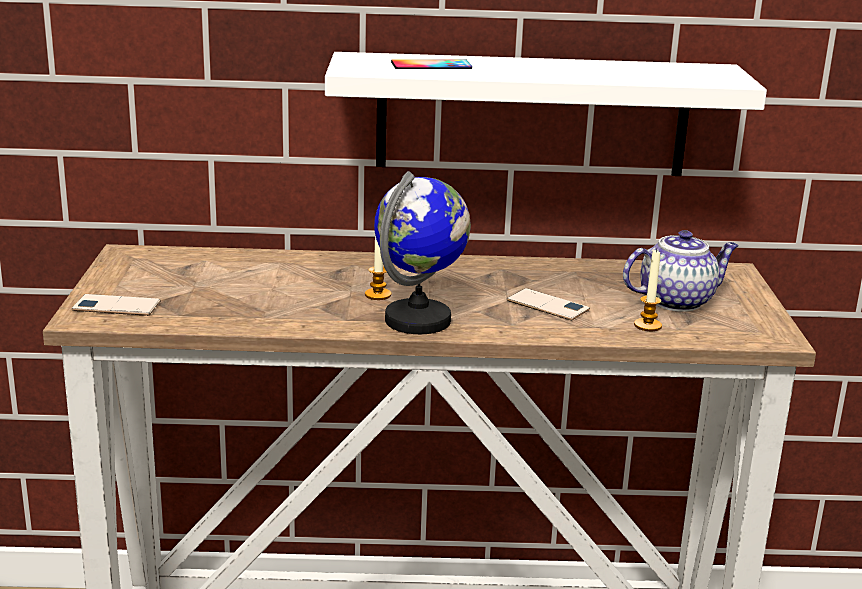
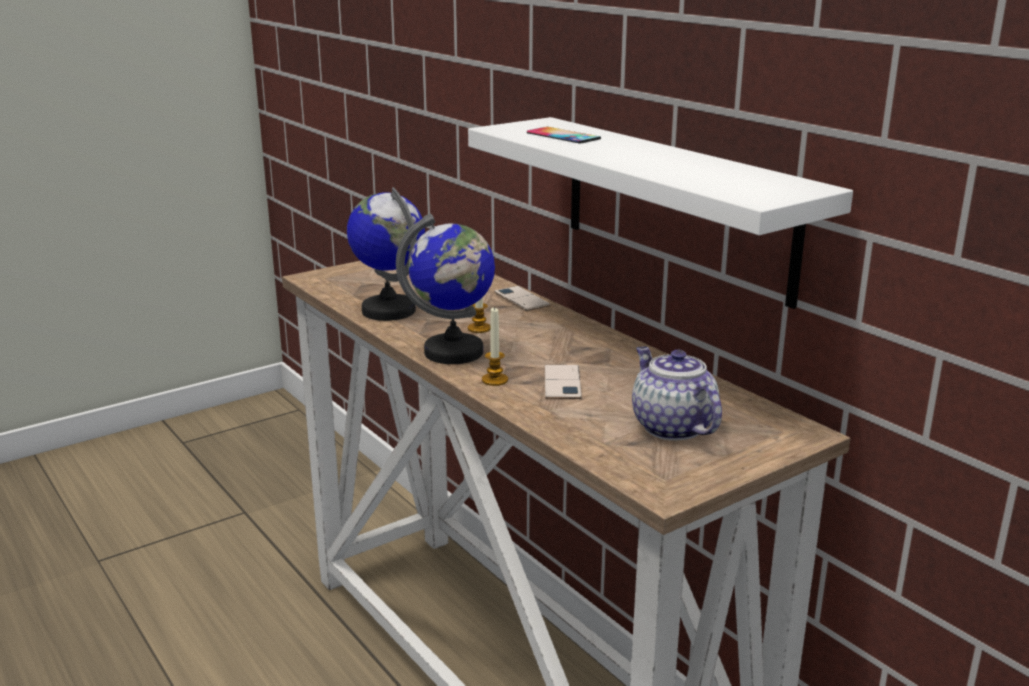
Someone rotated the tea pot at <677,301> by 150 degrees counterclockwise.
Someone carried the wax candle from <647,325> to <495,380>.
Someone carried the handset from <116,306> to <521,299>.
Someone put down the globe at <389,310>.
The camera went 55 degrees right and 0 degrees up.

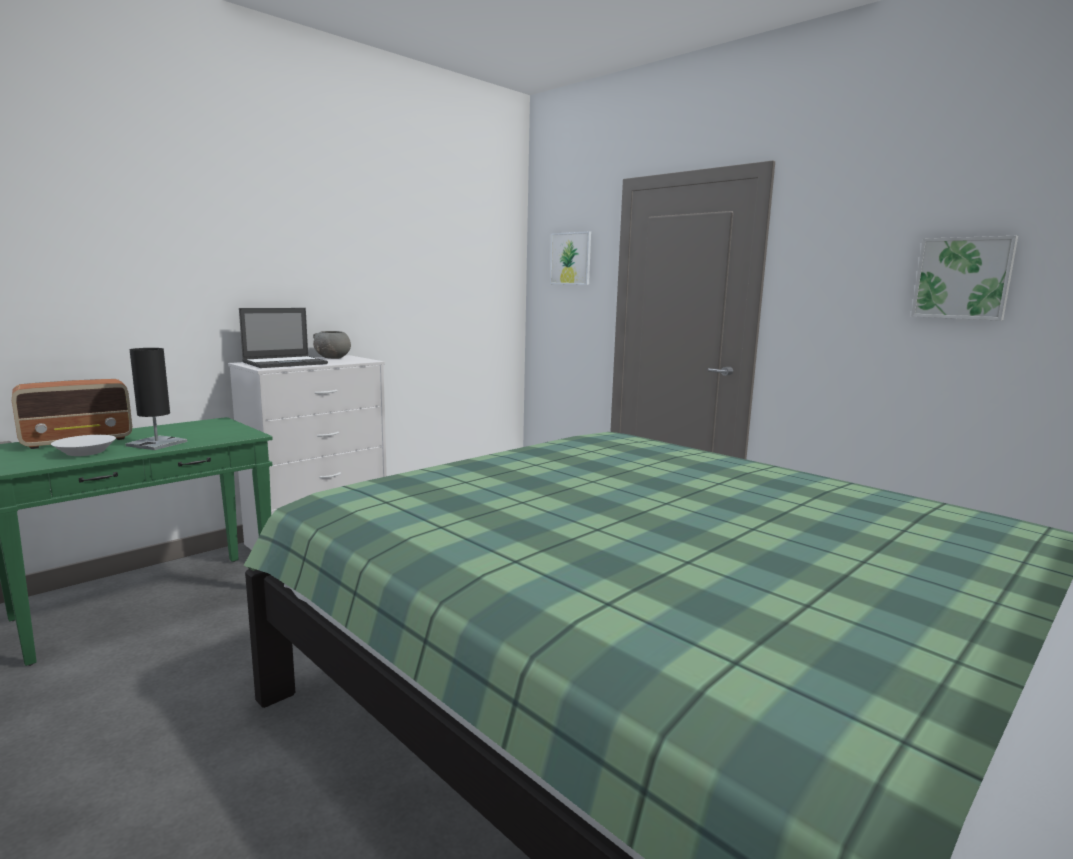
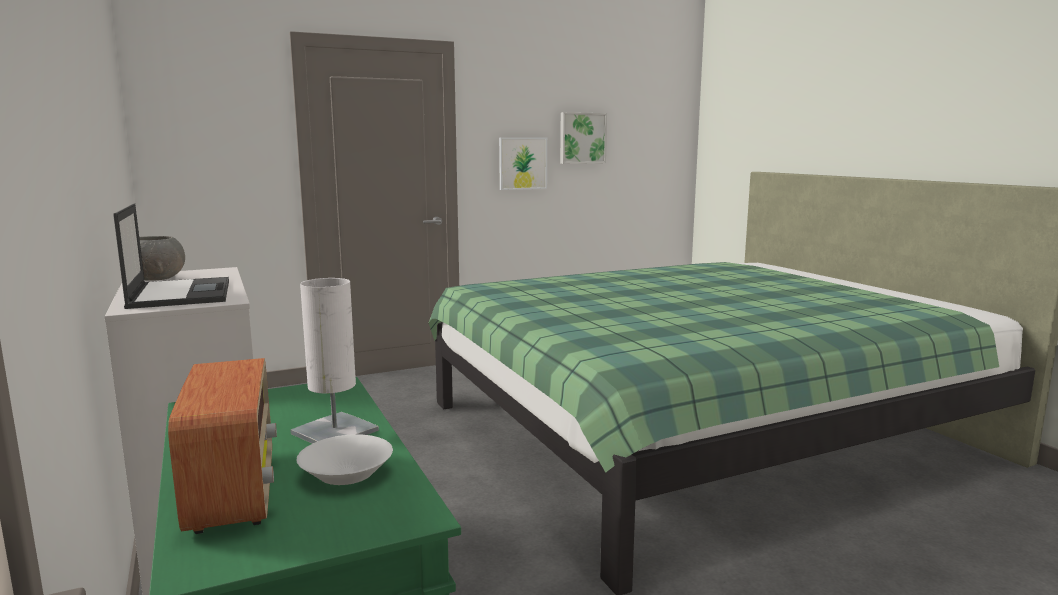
Someone carried the wall picture from <571,258> to <523,163>.
Someone repainted the table lamp (black-coloured) at <157,444>, which became the table lamp (white-coloured) at <335,432>.
The camera went 70 degrees left and 0 degrees up.

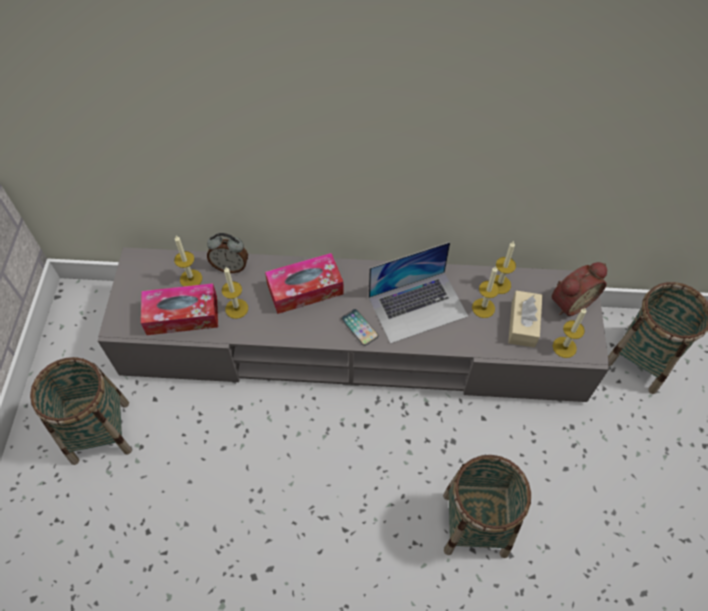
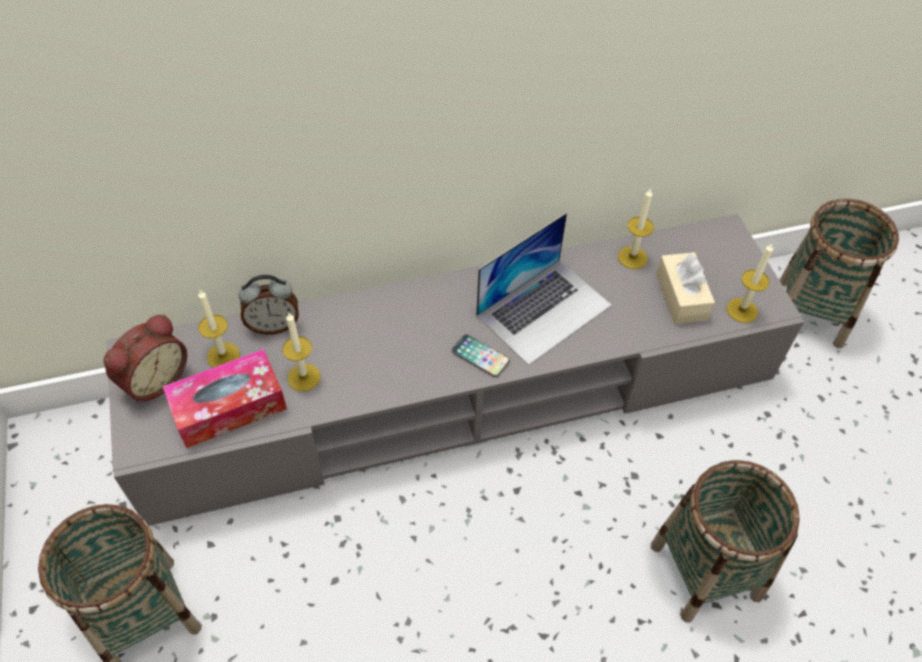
Someone took away the box of tissues at <305,289>.
Someone carried the table clock from <570,301> to <153,379>.
Someone took away the wax candle at <483,308>.
The camera went 20 degrees left and 5 degrees down.

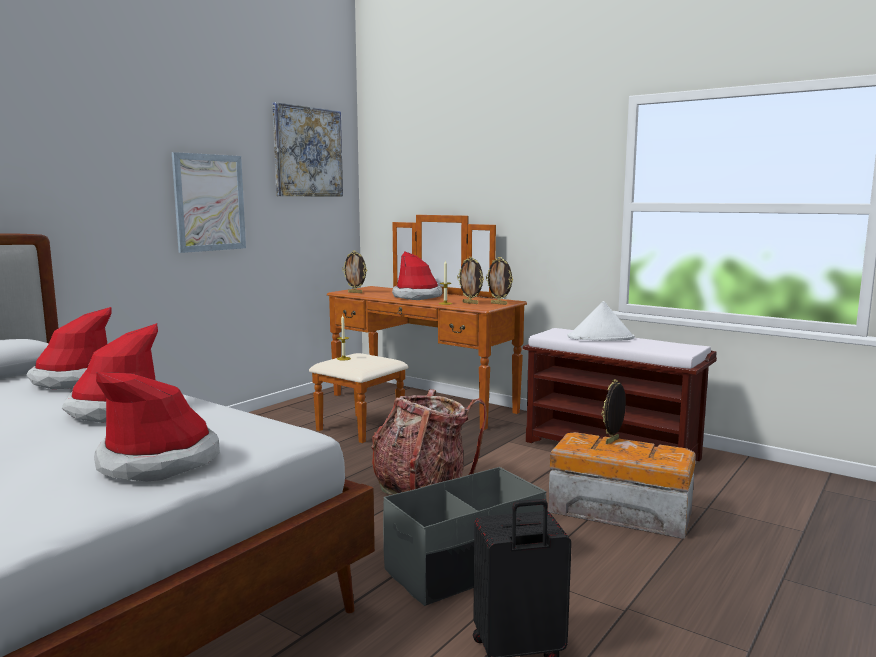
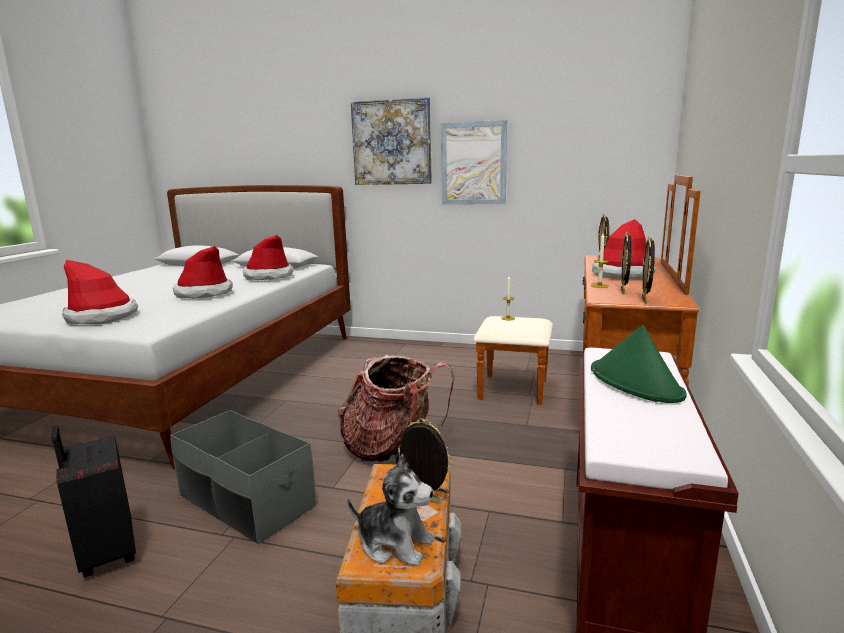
Someone carried the wall picture from <308,152> to <392,142>.
Someone repainted the clothing hat (white-coloured) at <601,338>, which became the clothing hat (green-coloured) at <635,382>.
Someone put down the soft toy at <394,543>.
The camera went 70 degrees right and 5 degrees up.

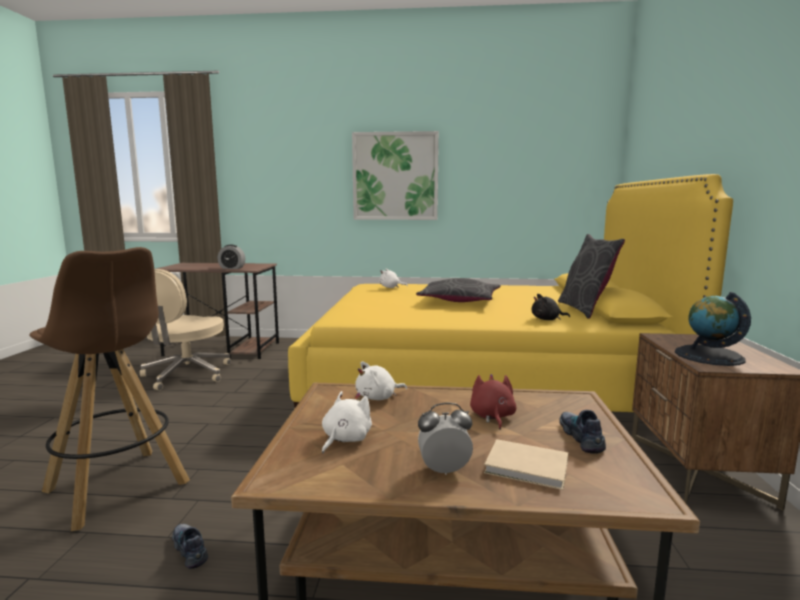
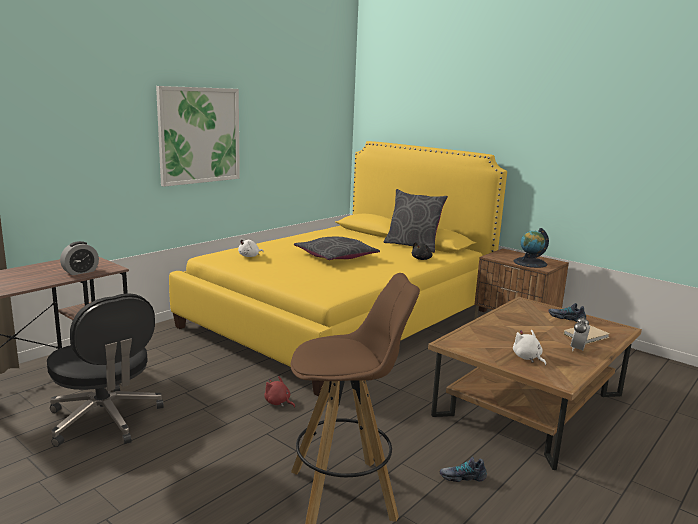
Someone repainted the computer chair (beige) at <186,375>, which became the computer chair (black-coloured) at <106,419>.
Someone took away the soft toy (white-coloured) at <378,397>.
Someone carried the soft toy (red) from <492,417> to <278,402>.
The camera went 55 degrees left and 5 degrees up.

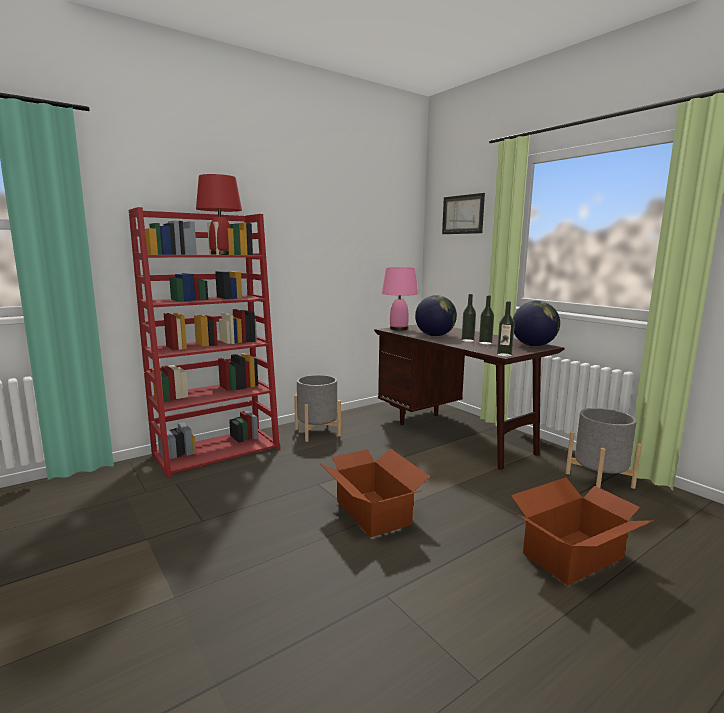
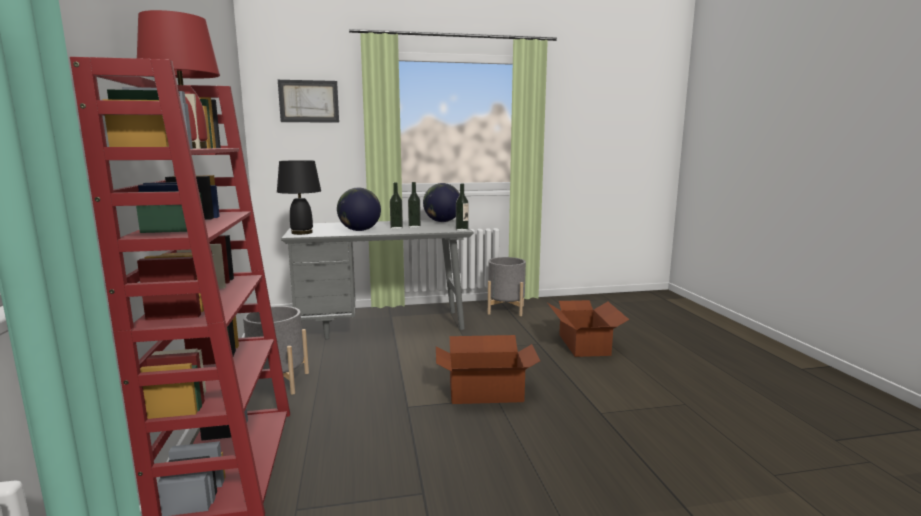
Someone repainted the table lamp (pink) at <398,329>, which became the table lamp (black-coloured) at <302,233>.
Someone repainted the desk (brownish) at <455,434>, which became the desk (grey) at <382,325>.
The camera went 65 degrees left and 0 degrees up.

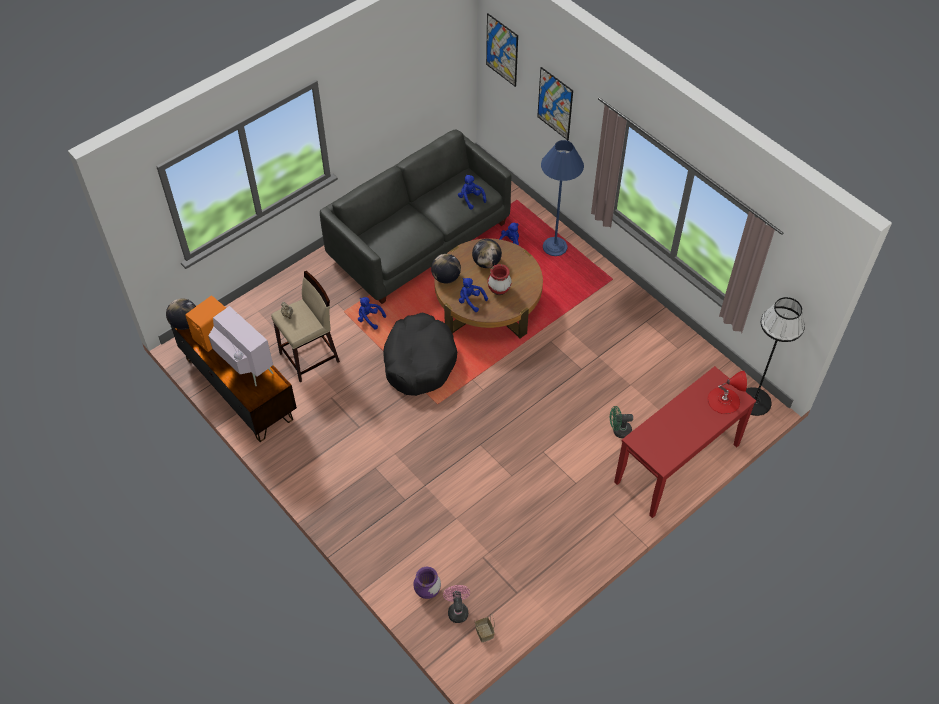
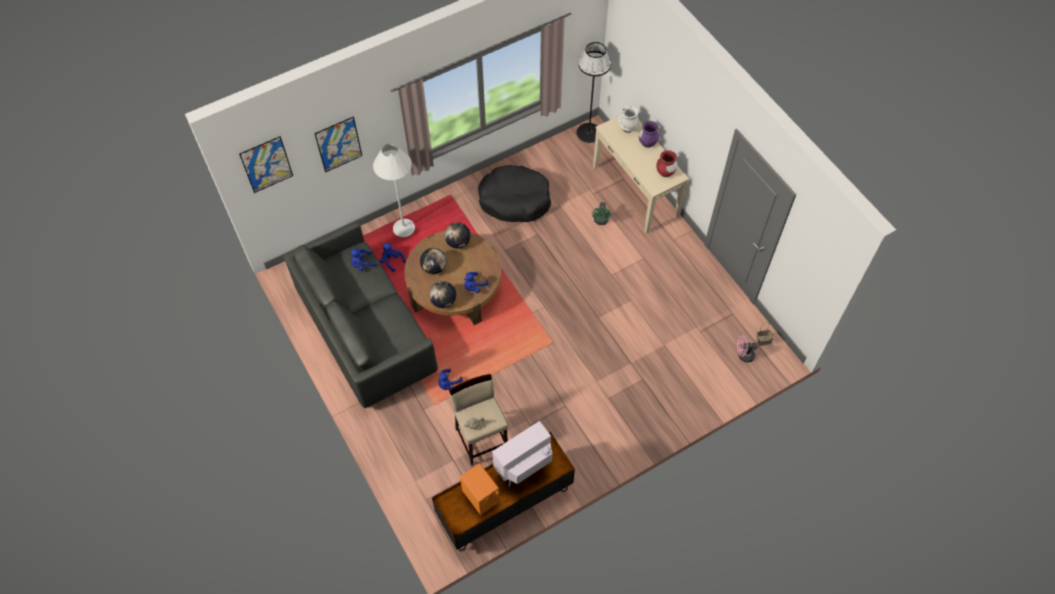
Someone repainted the standard lamp (bluish) at <555,247>, which became the standard lamp (white-coloured) at <404,228>.
Someone carried the vase (red) from <499,290> to <665,172>.
Someone carried the globe from <185,323> to <458,242>.
Someone carried the dog cushion (black-coloured) from <419,361> to <514,200>.
Someone repainted the hall table (red) at <677,464>, which became the hall table (beige) at <635,191>.
Someone swapped the table lamp (red) at <723,400> for the vase (white-coloured) at <627,128>.
Someone carried the vase (purplish) from <427,591> to <647,143>.
The camera went 80 degrees left and 5 degrees up.

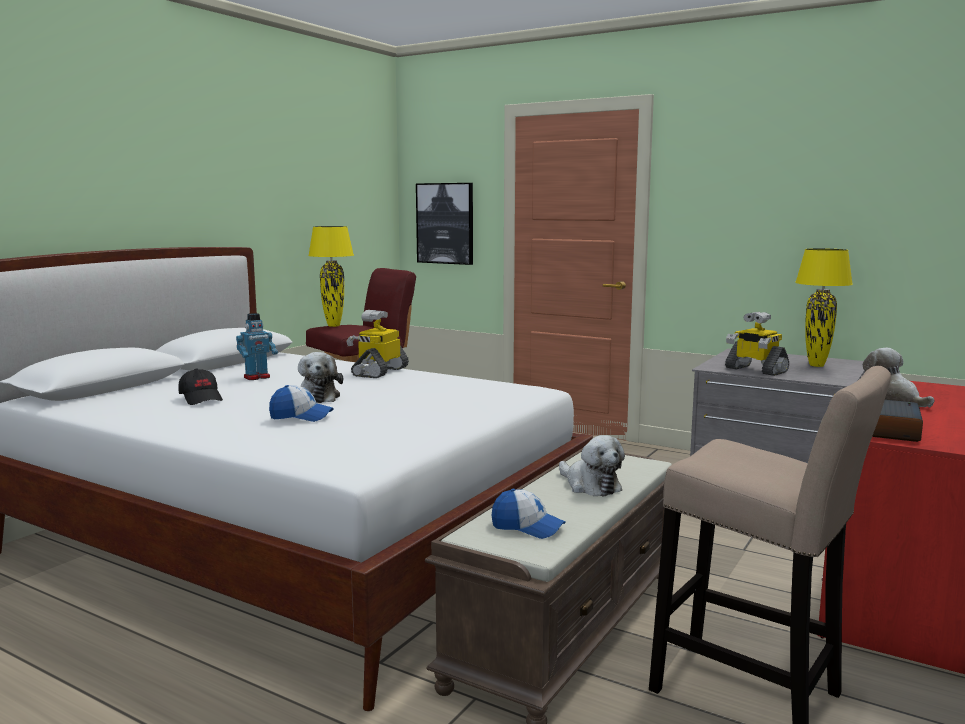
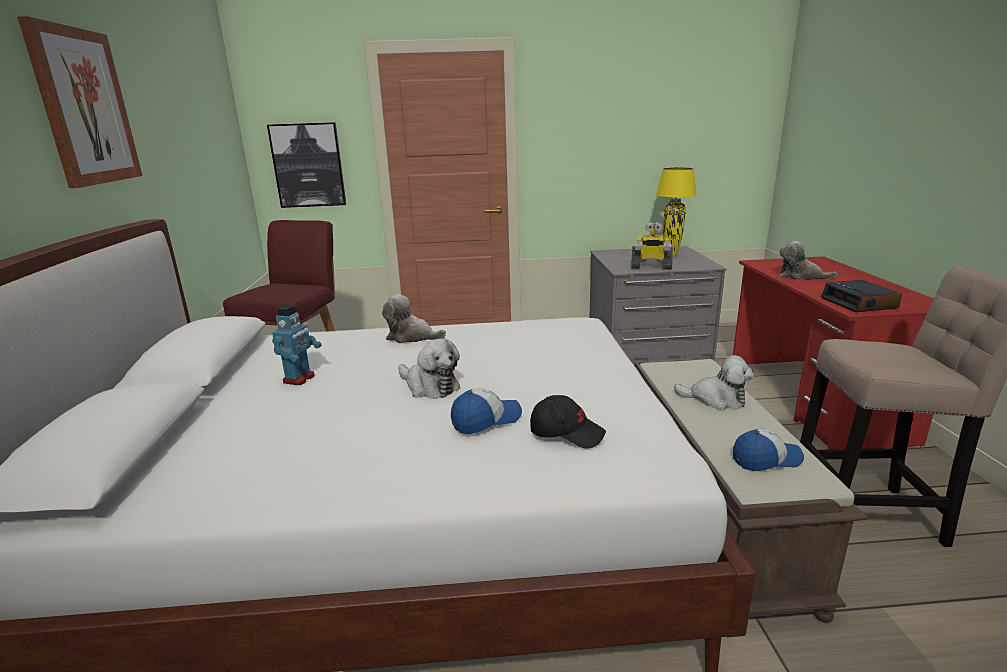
Someone took away the table lamp (yellow) at <334,326>.
Someone swapped the robot figure at <379,372> for the soft toy at <411,337>.
Someone carried the baseball cap (black-coloured) from <201,398> to <567,433>.
Someone put up the wall picture at <84,107>.
The camera went 35 degrees left and 10 degrees up.

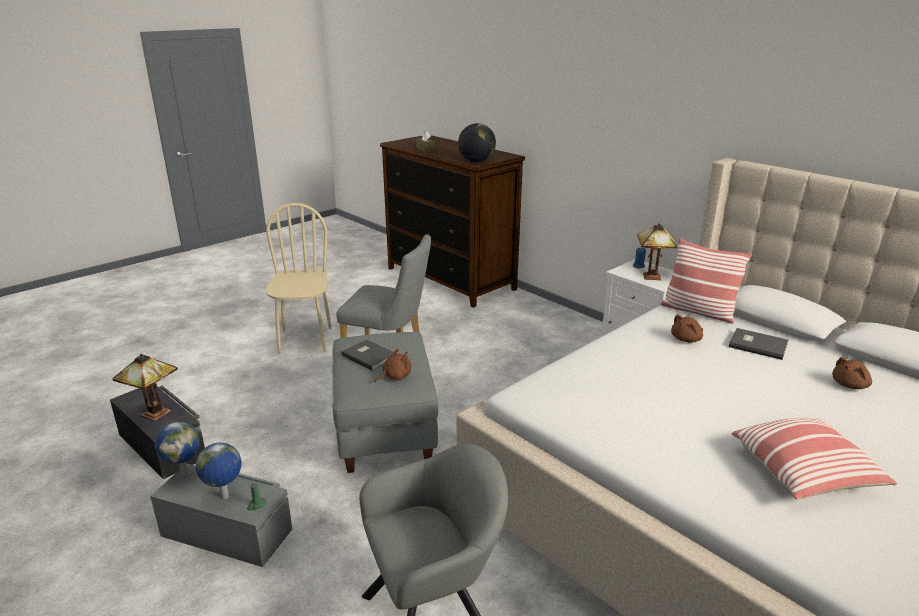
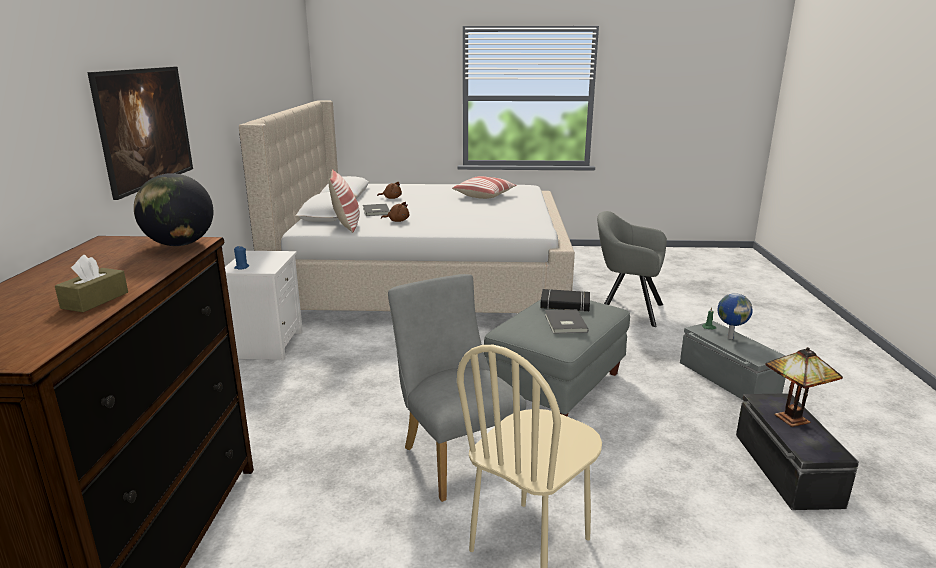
Someone took away the table lamp at <653,277>.
Someone swapped the soft toy (brownish) at <395,377> for the bound book (black-coloured) at <565,304>.
Someone took away the globe at <185,473>.
Someone put up the wall picture at <150,155>.
The camera went 135 degrees left and 5 degrees down.

